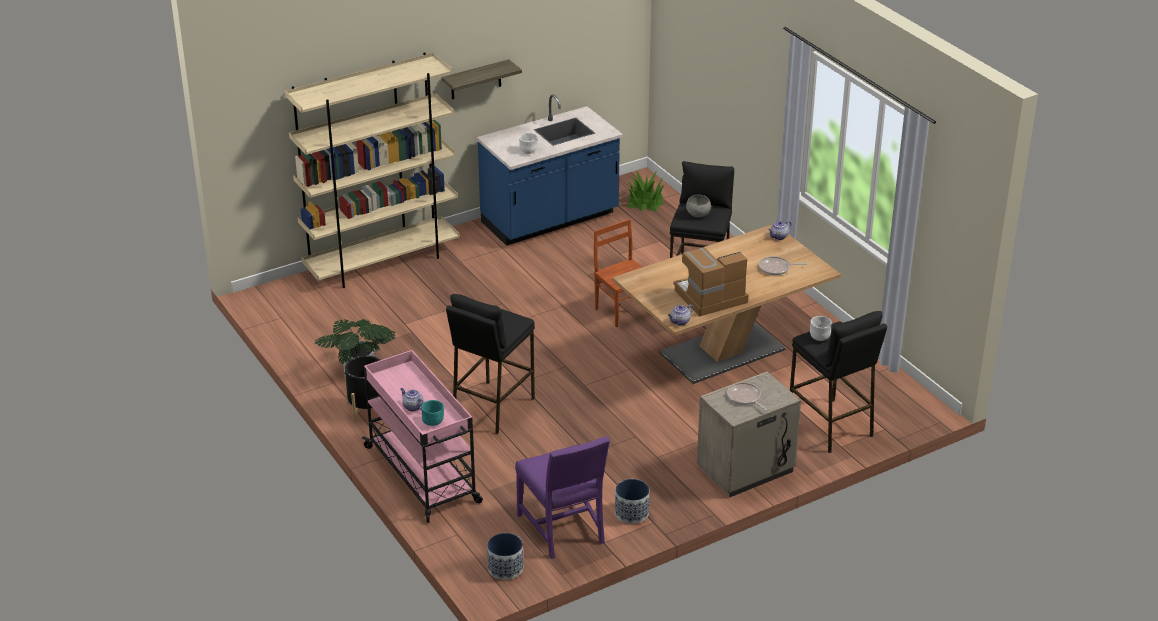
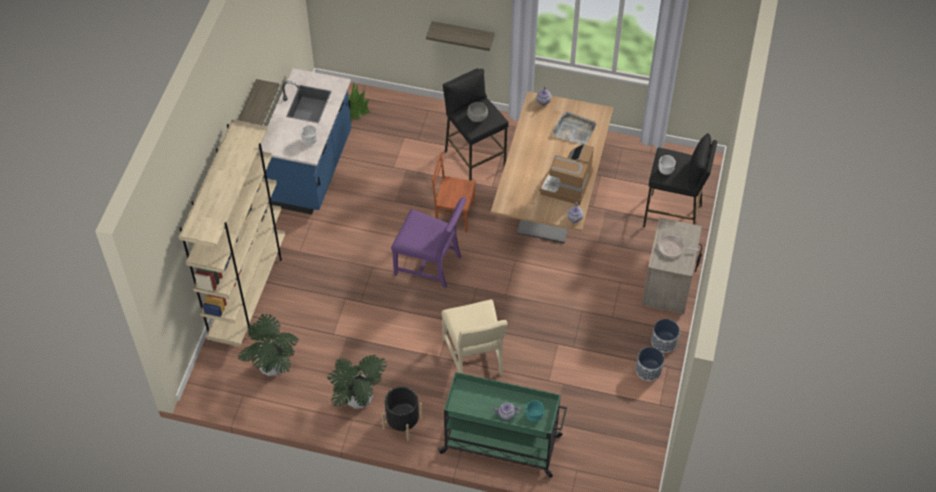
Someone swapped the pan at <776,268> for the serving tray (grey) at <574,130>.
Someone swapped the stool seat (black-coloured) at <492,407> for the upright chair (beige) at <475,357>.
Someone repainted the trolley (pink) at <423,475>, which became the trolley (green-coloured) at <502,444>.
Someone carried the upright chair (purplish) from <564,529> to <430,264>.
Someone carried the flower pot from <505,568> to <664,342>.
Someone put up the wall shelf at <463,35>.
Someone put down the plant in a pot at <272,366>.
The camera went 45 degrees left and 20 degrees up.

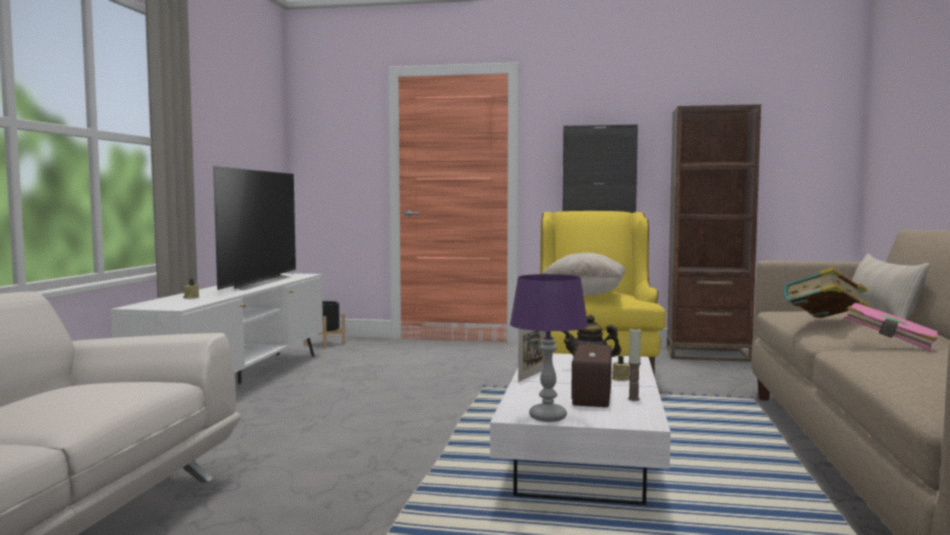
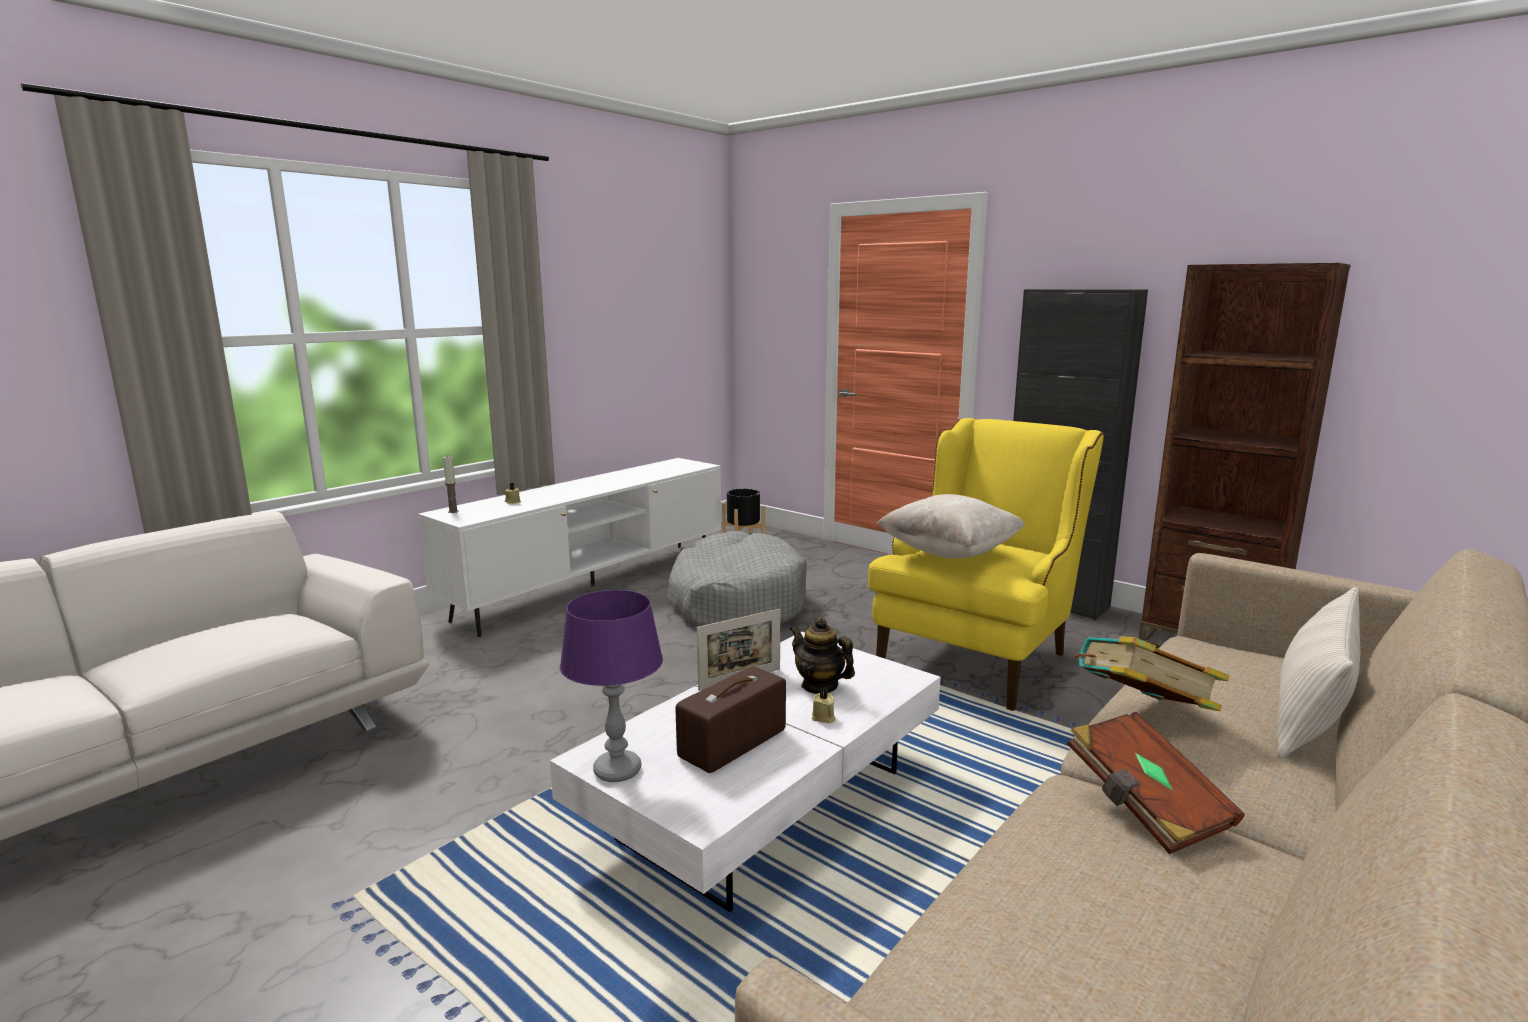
Someone took away the television at <254,282>.
Someone repainted the bound book (pink) at <890,343>, which became the bound book (brownish) at <1146,805>.
Someone carried the wax candle from <633,399> to <453,511>.
Someone put down the dog cushion (grey) at <737,603>.
The camera went 30 degrees right and 10 degrees up.

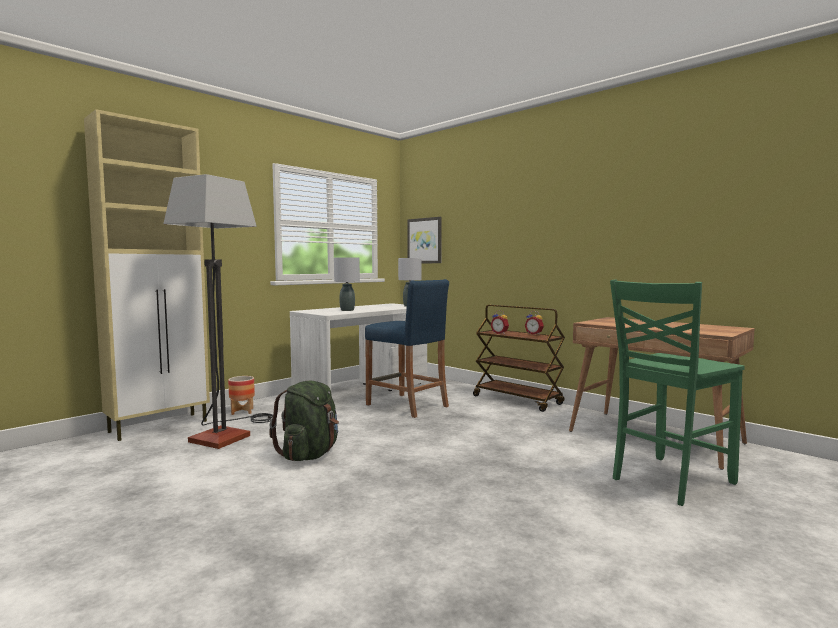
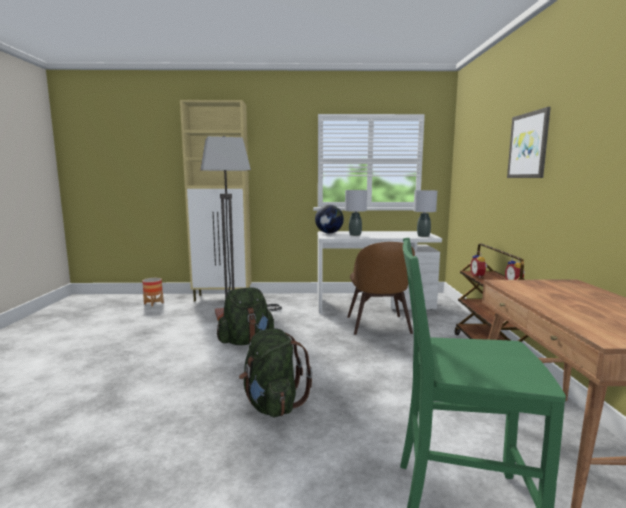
Someone carried the wall picture from <425,240> to <529,145>.
Someone swapped the stool seat (bluish) at <407,405> for the upright chair (brownish) at <378,326>.
Someone carried the flower pot from <242,411> to <154,303>.
Someone put down the globe at <329,233>.
Someone put down the knapsack (green-coloured) at <272,405>.
The camera went 45 degrees right and 5 degrees up.

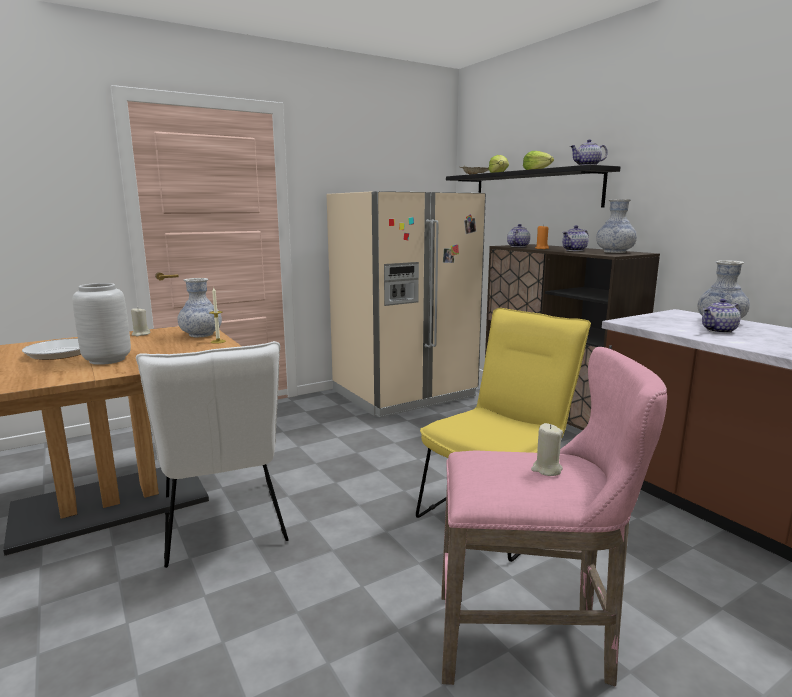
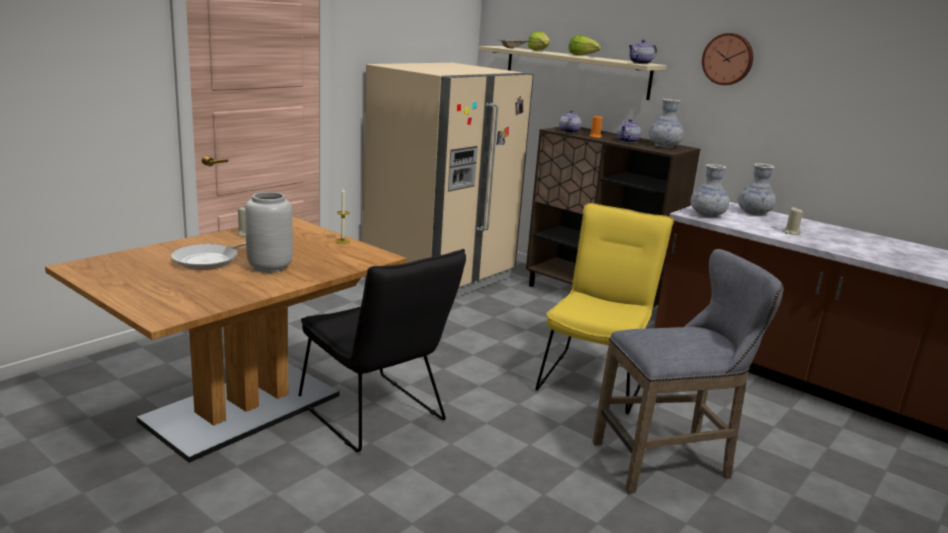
Someone repainted the wall shelf (black-coloured) at <534,190>, which became the wall shelf (beige) at <575,72>.
Someone carried the vase from <201,335> to <707,215>.
Someone took away the tea pot at <719,331>.
Someone repainted the upright chair (white-coloured) at <224,527>, which became the upright chair (black-coloured) at <376,416>.
Someone repainted the stool seat (pink) at <532,641>, which became the stool seat (grey) at <669,461>.
Someone carried the wax candle (beige) from <546,469> to <791,232>.
Someone put up the clock on the wall at <728,59>.
The camera went 20 degrees left and 5 degrees up.

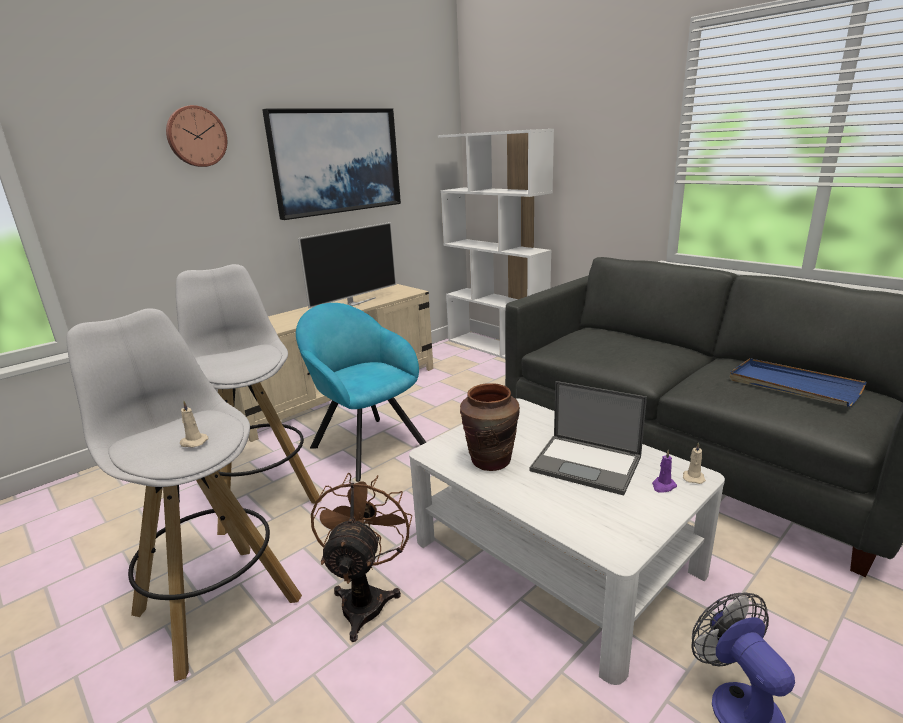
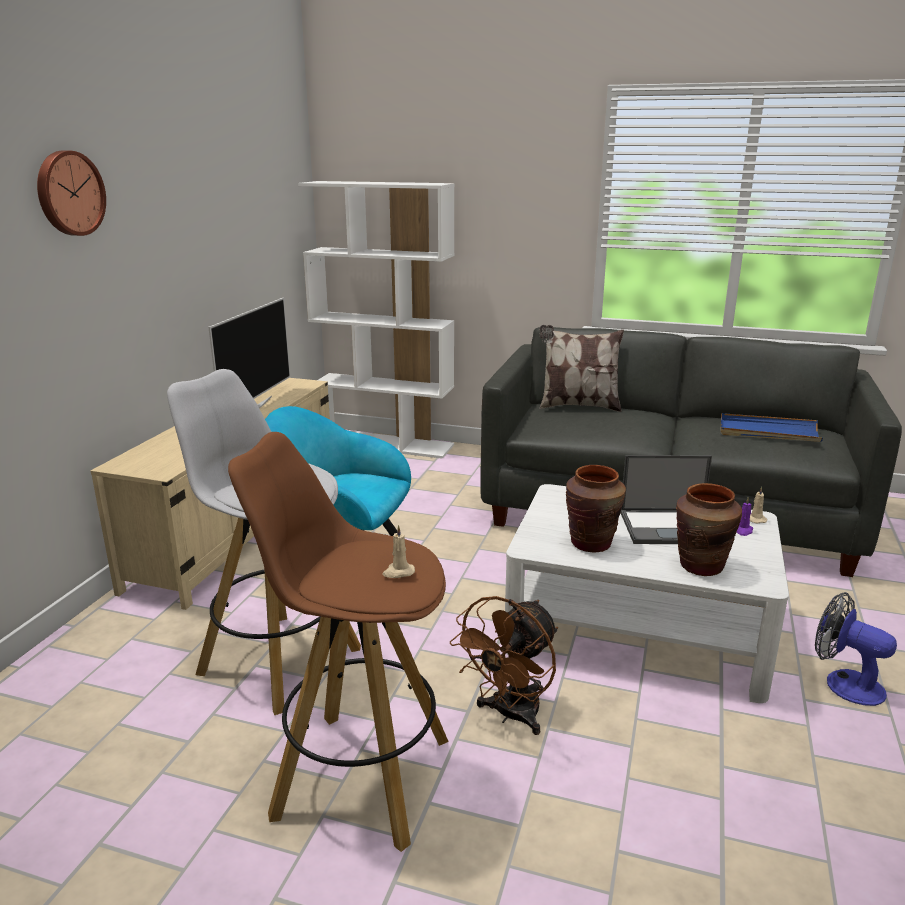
Someone took away the wall picture at <336,161>.
Someone repainted the stool seat (white-coloured) at <216,604>, which became the stool seat (brownish) at <359,776>.
Someone rotated the electric fan (brownish) at <366,598> by 120 degrees counterclockwise.
Someone put down the throw pillow at <578,406>.
Someone put down the vase (brownish) at <701,566>.
The camera went 30 degrees left and 0 degrees up.

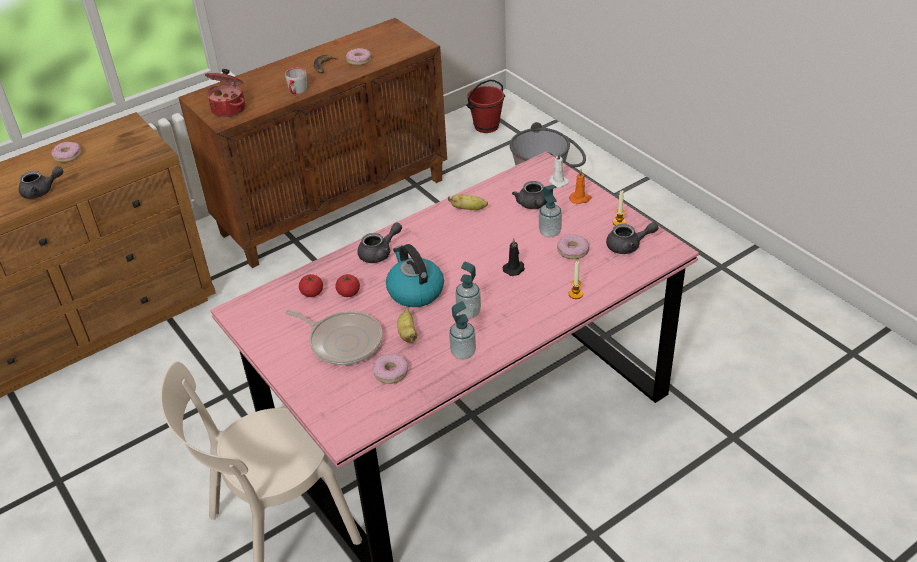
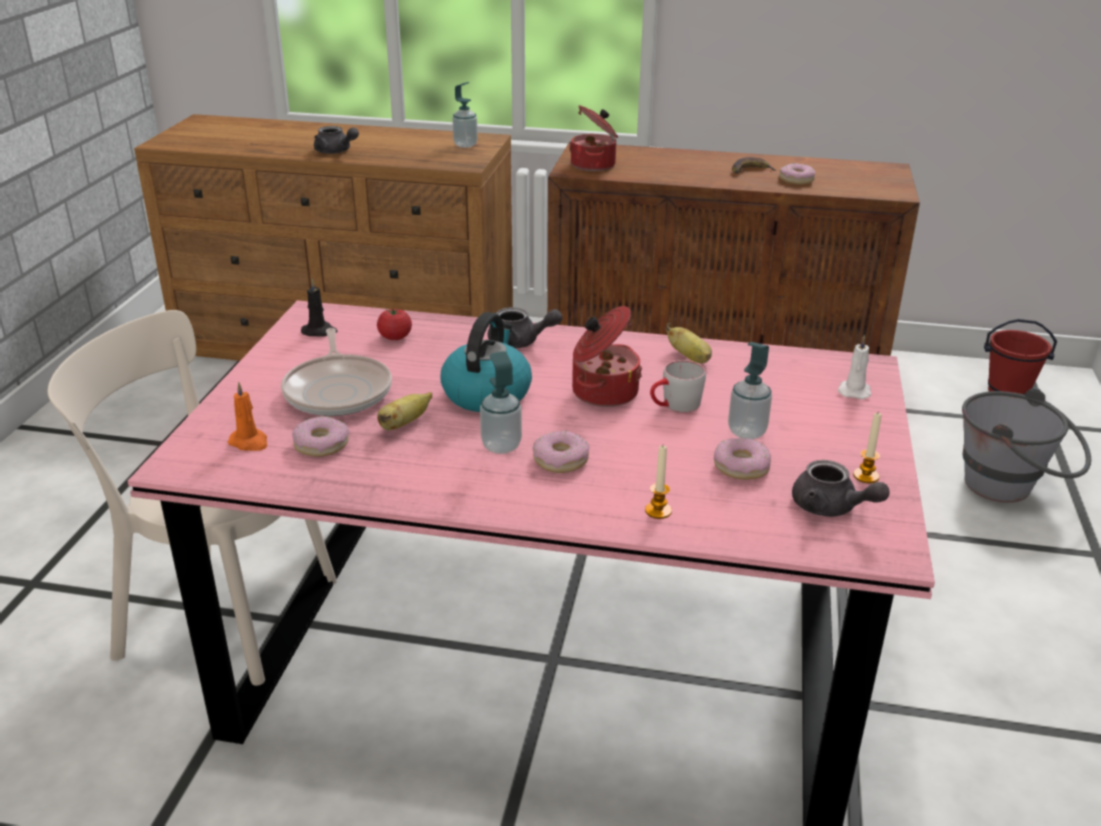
Someone carried the tea mug (grey) from <297,92> to <674,406>.
Someone carried the donut from <68,156> to <561,460>.
Someone carried the wax candle (orange-coloured) from <580,199> to <249,442>.
Someone took away the tea pot (grey) at <533,205>.
Someone carried the wax candle (black-coloured) from <514,269> to <320,331>.
Someone took away the tomato at <348,293>.
Someone carried the soap bottle from <463,353> to <465,145>.
Someone put down the stockpot at <603,391>.
The camera went 45 degrees right and 10 degrees down.

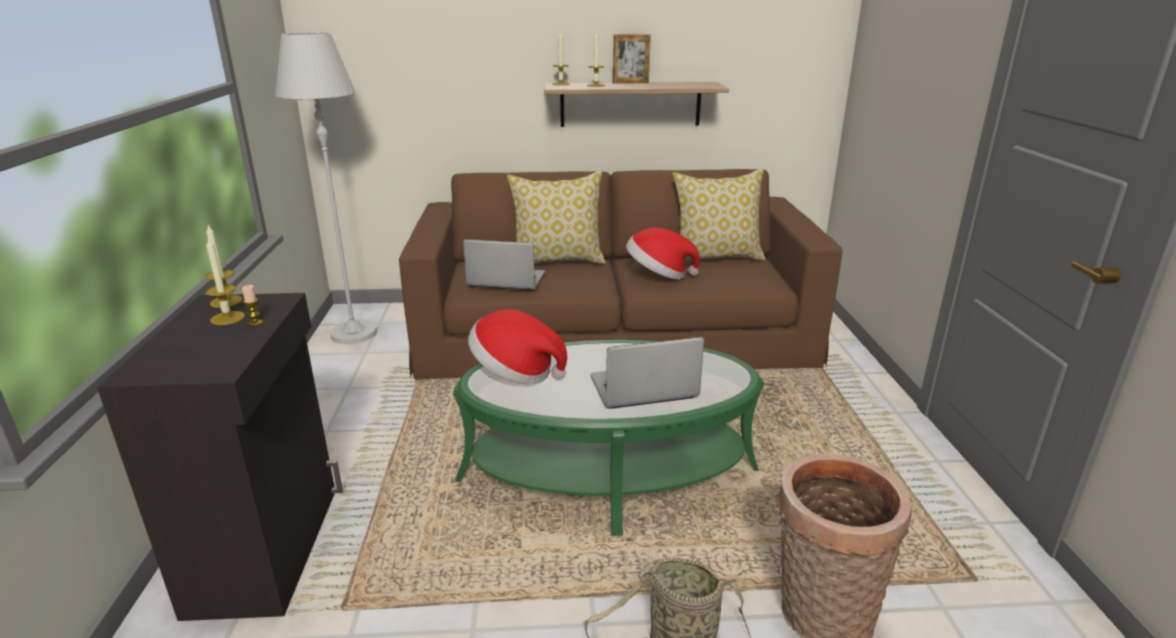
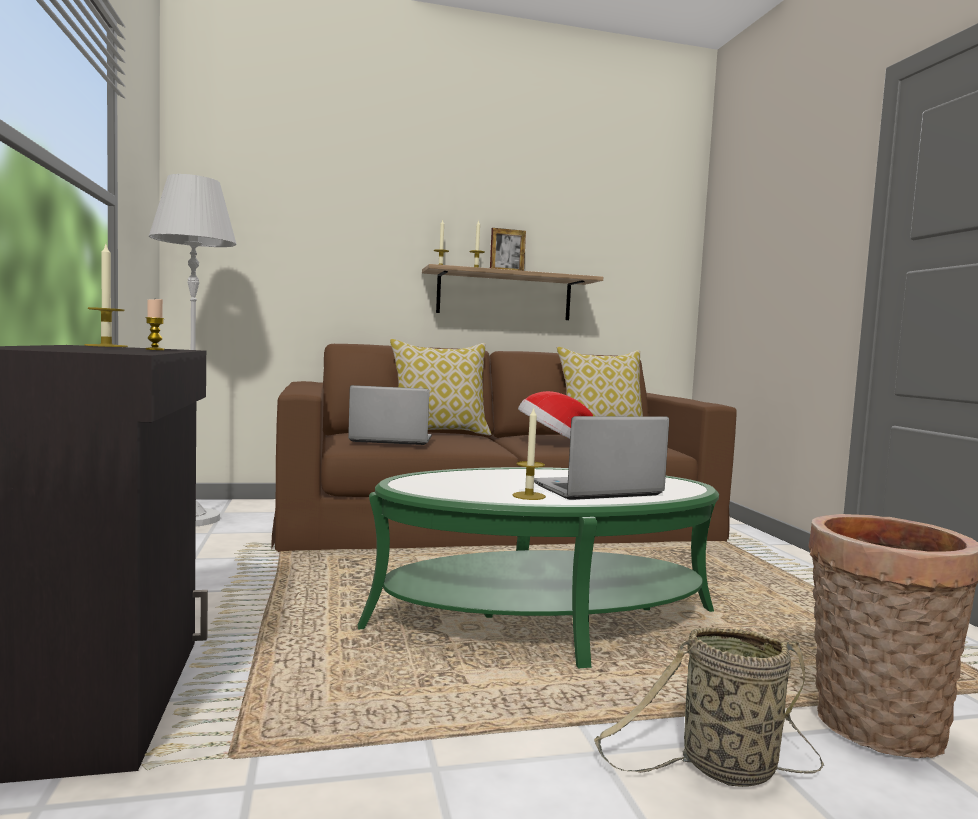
Someone carried the wax candle from <227,318> to <529,496>.
Someone took away the clothing hat at <515,372>.
The camera went 10 degrees left and 20 degrees down.

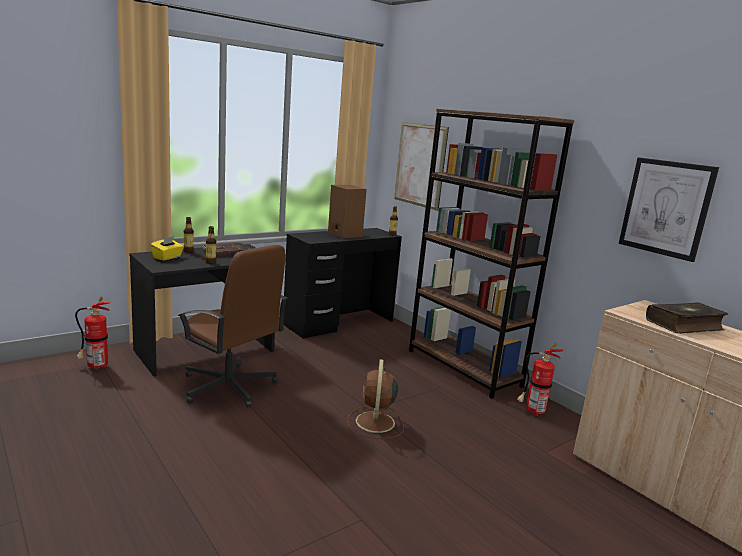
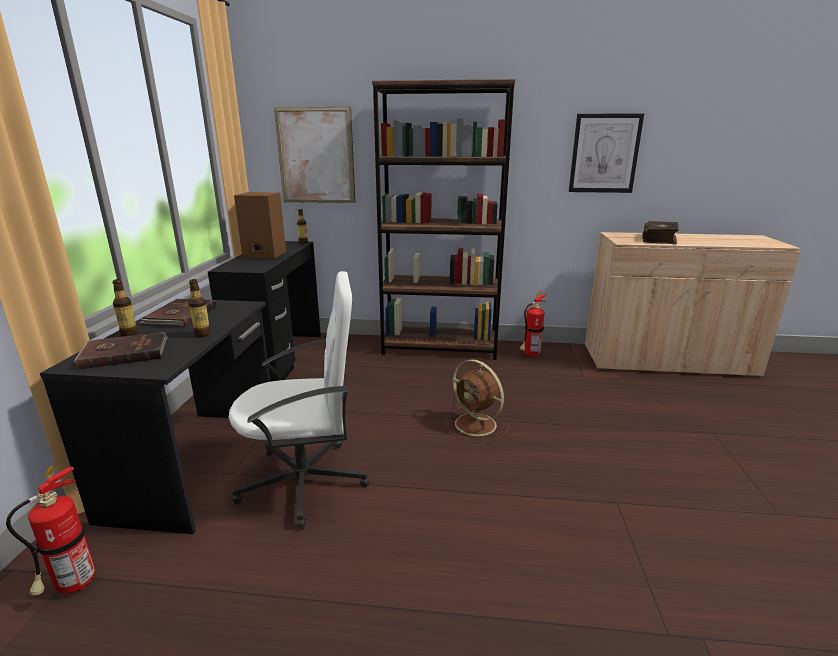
Someone swapped the box of tissues (yellow) at <167,257> for the bound book (brownish) at <124,353>.
Someone repainted the computer chair (brownish) at <229,387>, which became the computer chair (white-coloured) at <306,481>.
The camera went 45 degrees left and 5 degrees up.

